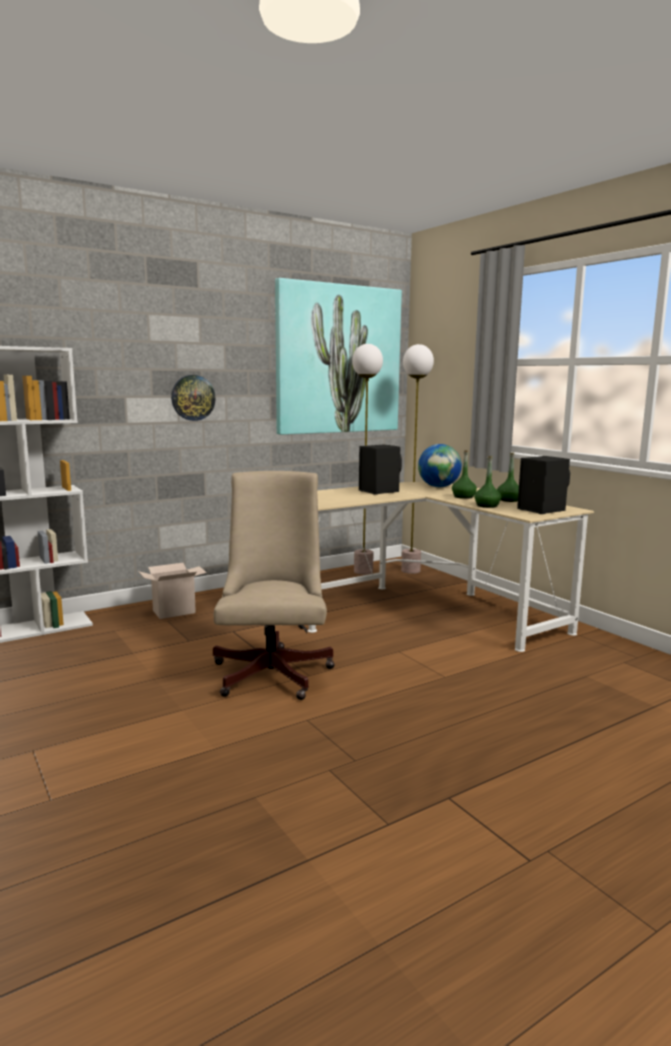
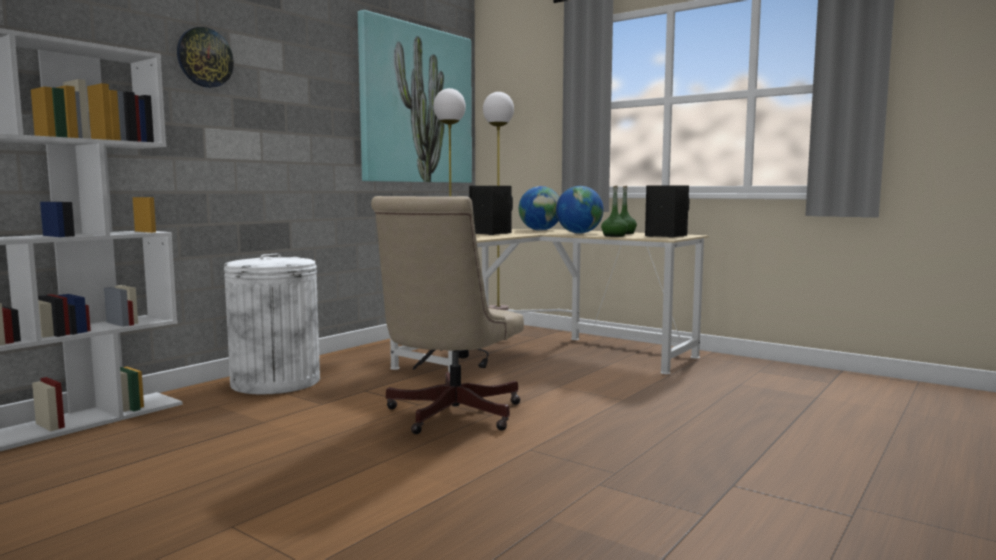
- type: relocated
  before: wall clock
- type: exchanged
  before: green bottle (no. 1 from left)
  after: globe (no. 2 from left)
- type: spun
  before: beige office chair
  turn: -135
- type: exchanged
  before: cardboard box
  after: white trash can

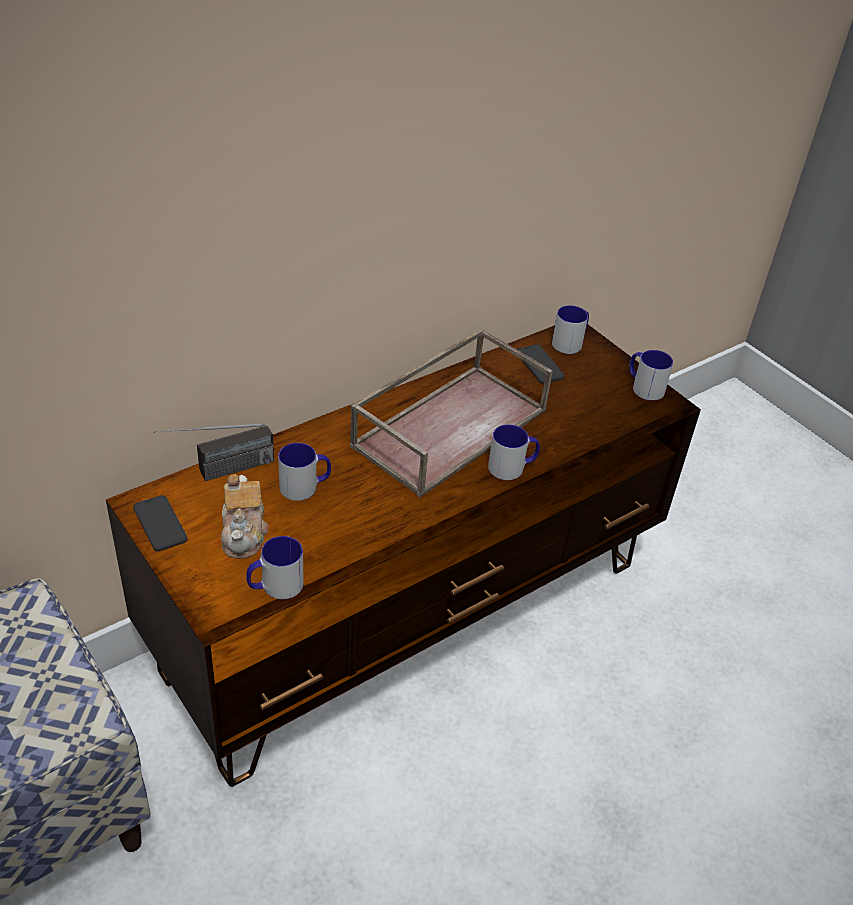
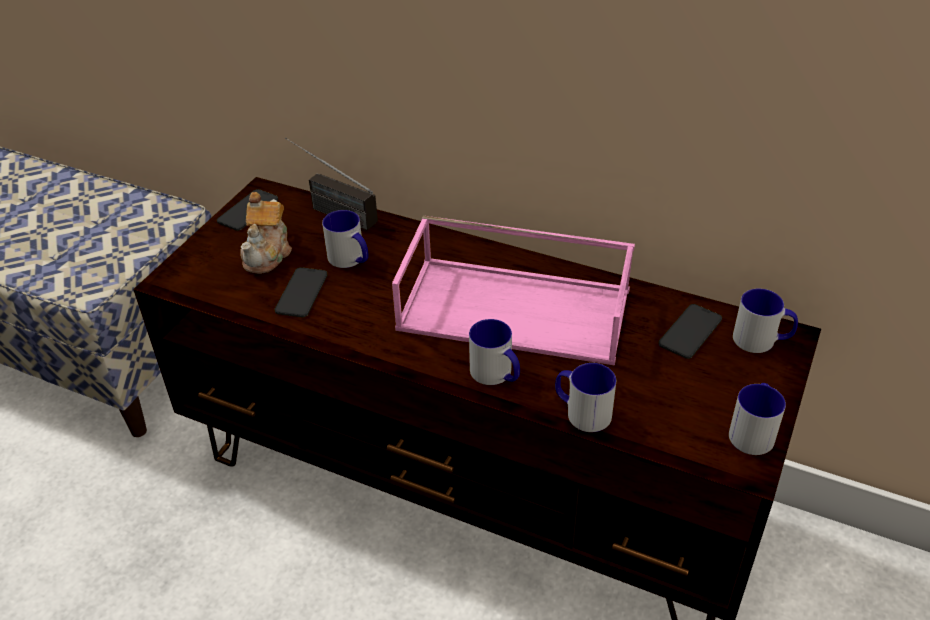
- type: colour
  before: brown tray
  after: pink tray
- type: spun
  before: teapot
  turn: -45
- type: relocated
  before: mug (no. 1 from left in the first image)
  after: mug (no. 3 from left)
- type: appeared
  after: phone (no. 2 from left)

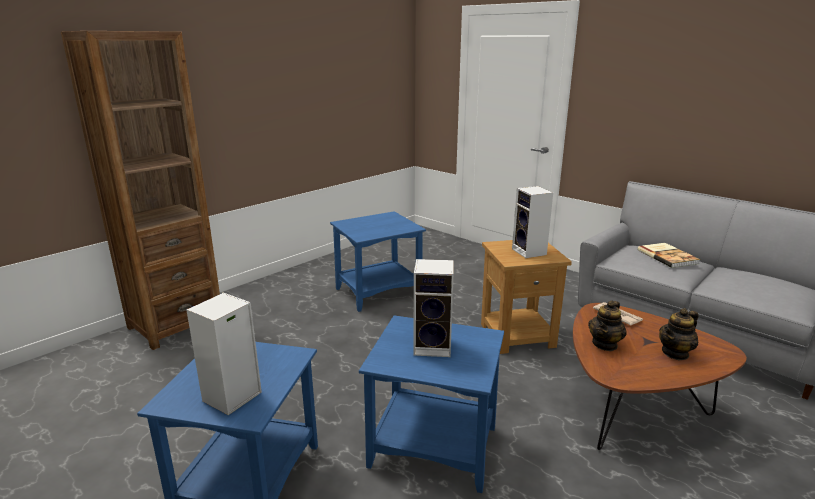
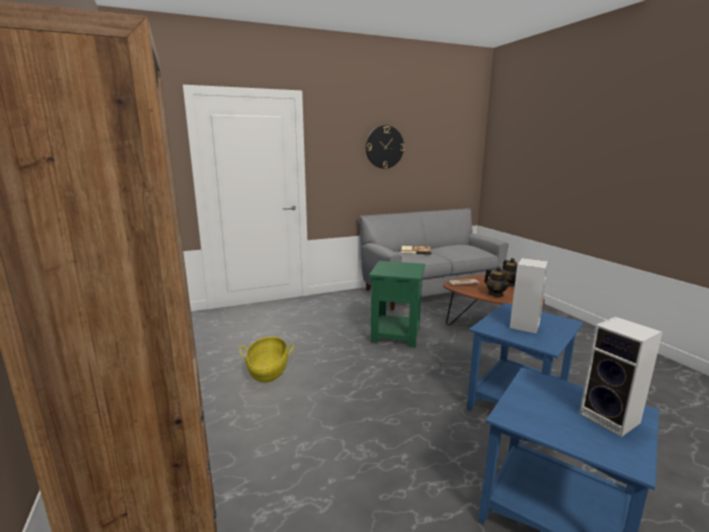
- type: missing
  before: speaker (no. 3 from left)
- type: exchanged
  before: blue side table (no. 2 from left)
  after: basket
- type: colour
  before: brown side table
  after: green side table
- type: appeared
  after: wall clock

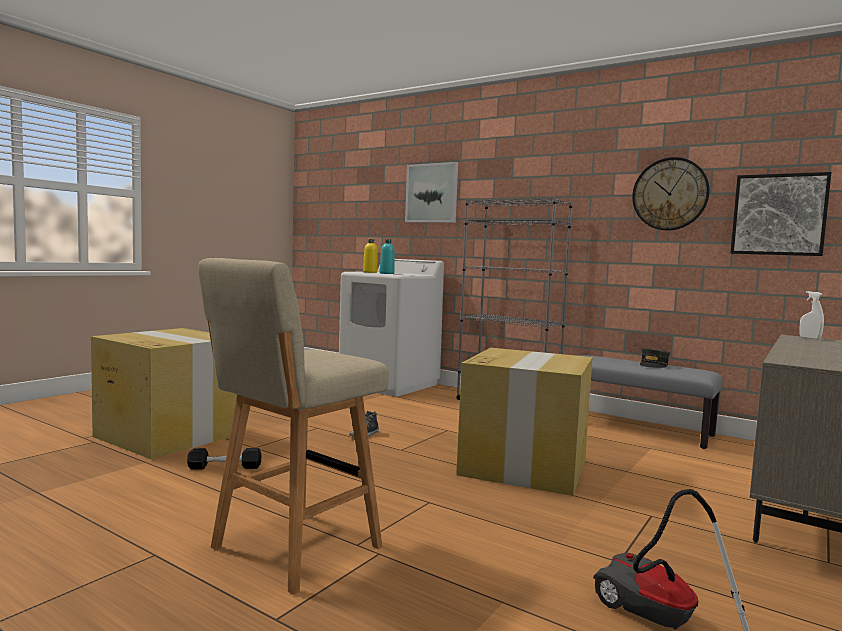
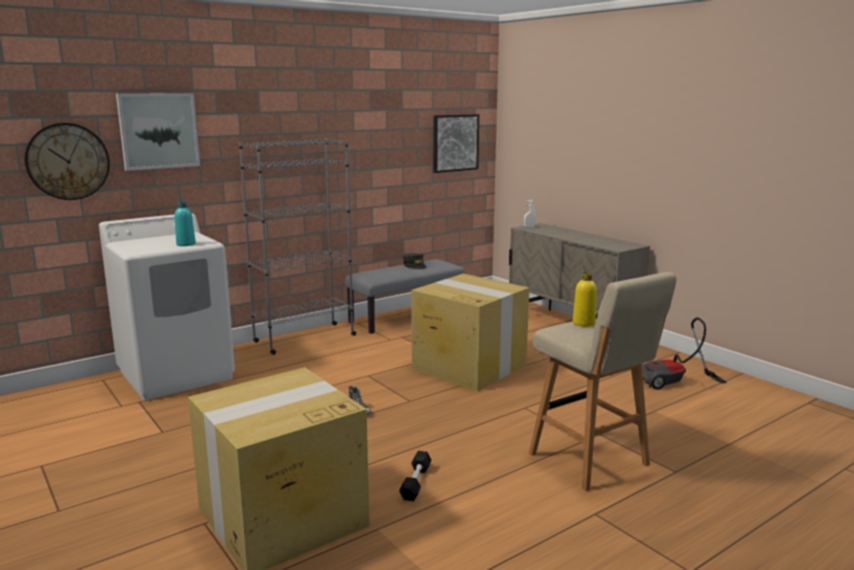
- type: relocated
  before: wall clock
- type: relocated
  before: yellow bottle

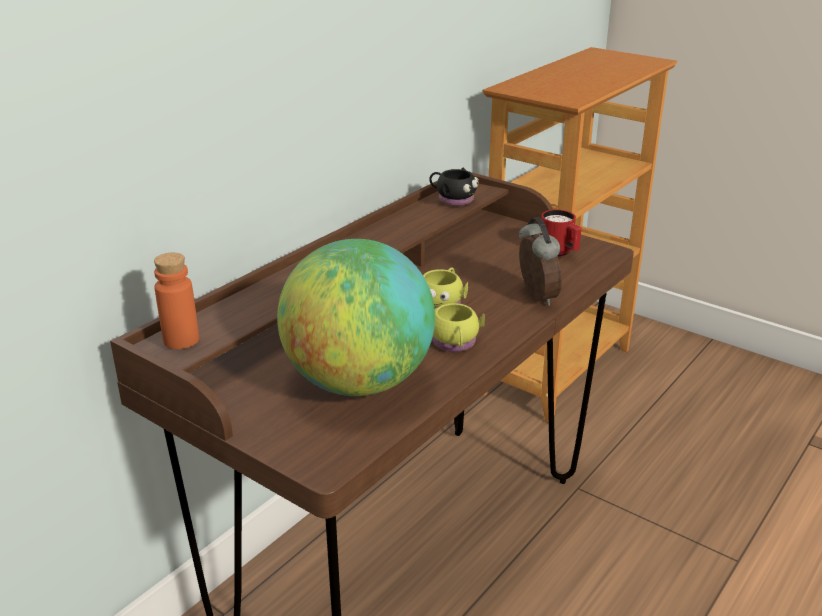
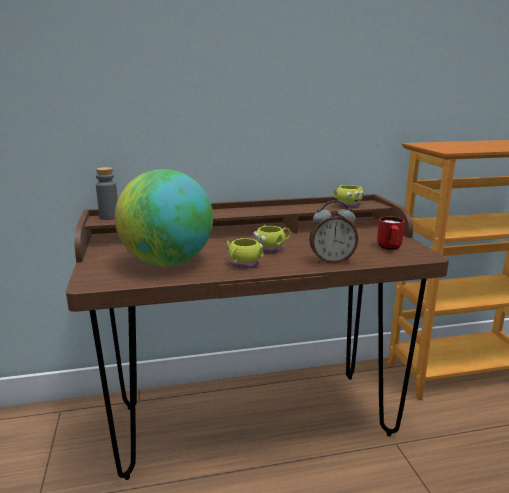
- type: colour
  before: black mug
  after: yellow mug (no. 3 from left)
- type: spun
  before: alarm clock
  turn: 60
- type: colour
  before: orange bottle
  after: grey bottle

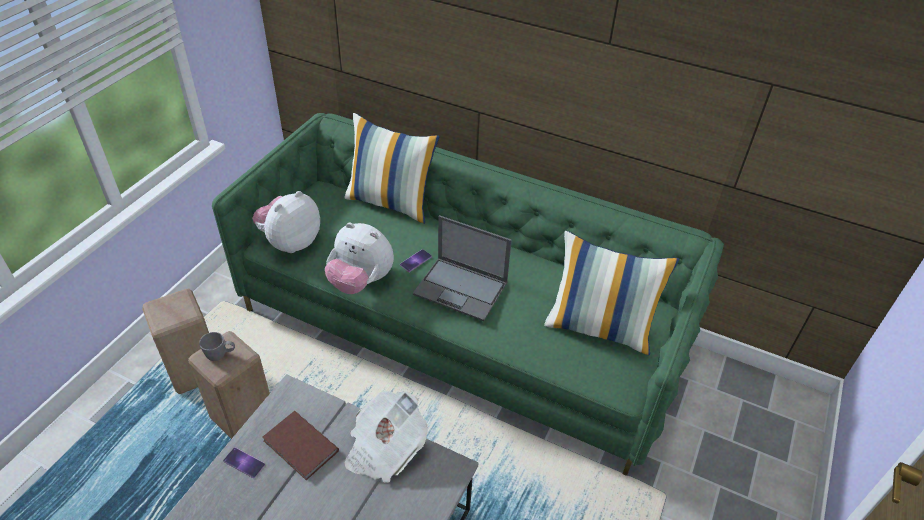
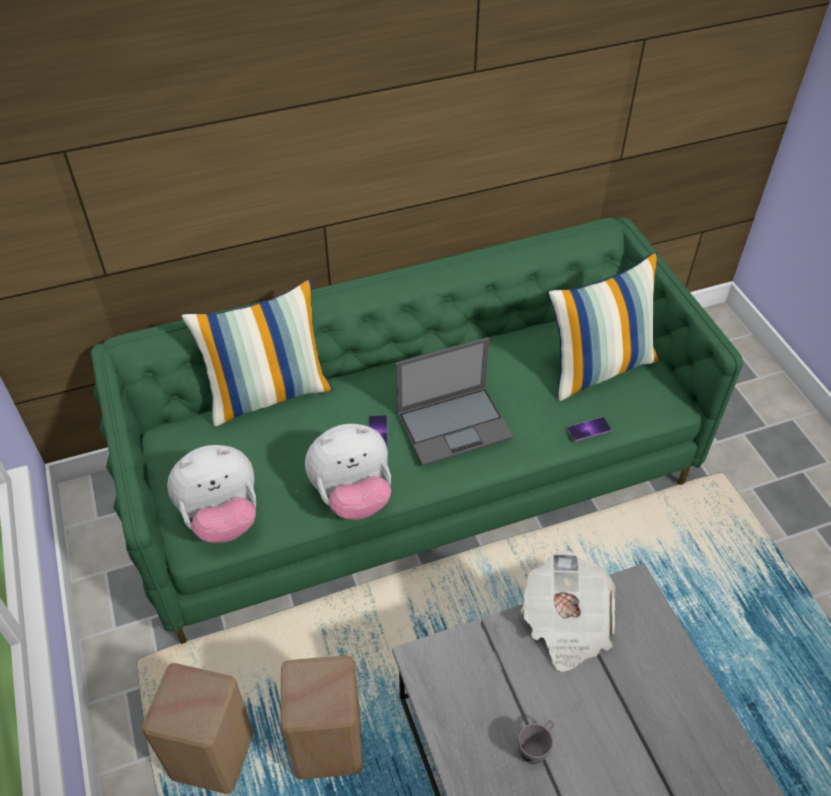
- type: spun
  before: plush toy (no. 1 from left)
  turn: -105
- type: relocated
  before: grey mug
- type: missing
  before: brown book
- type: relocated
  before: phone (no. 1 from left in the first image)
  after: phone (no. 2 from left)

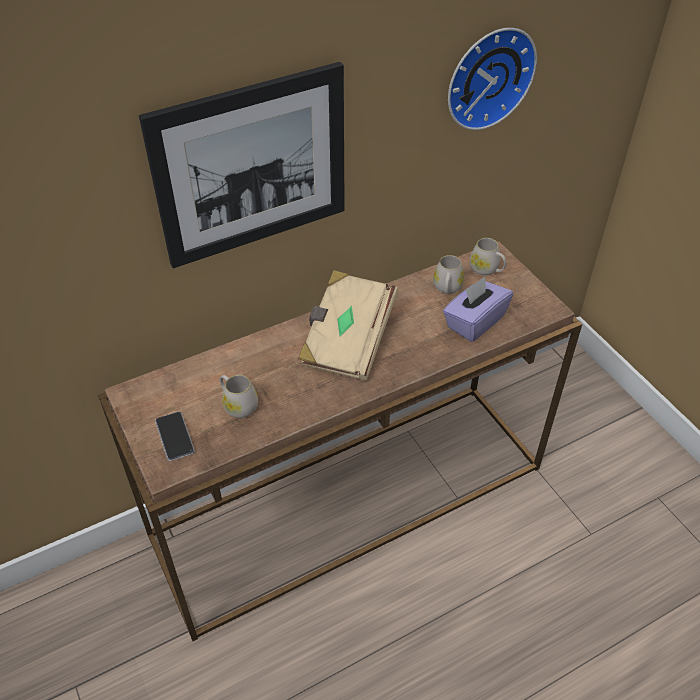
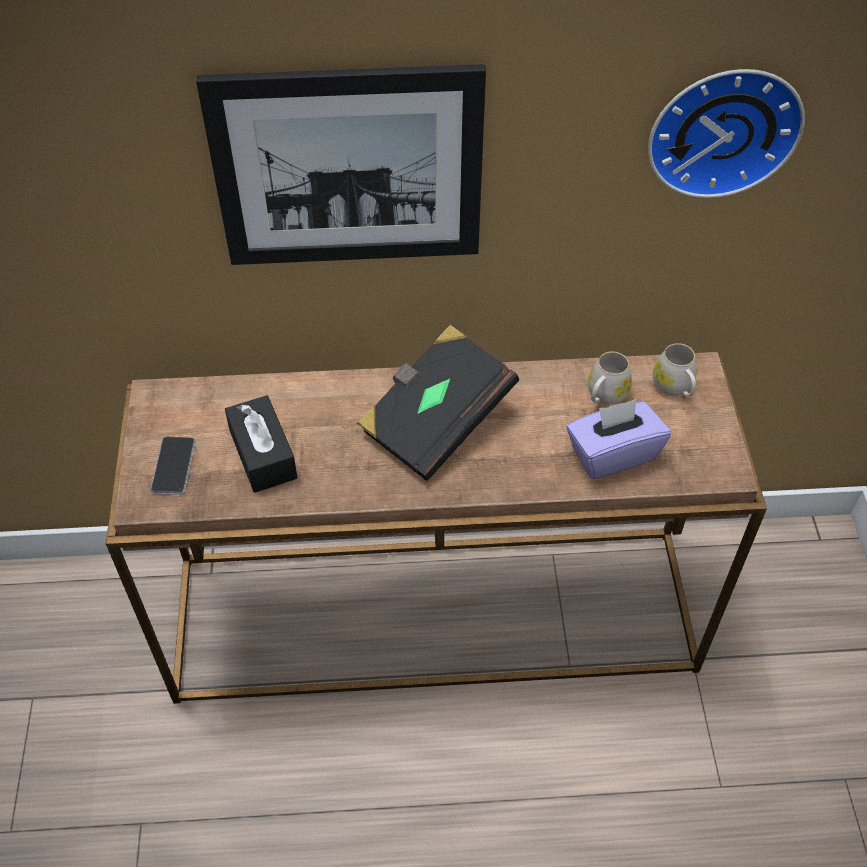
- type: colour
  before: beige book
  after: black book
- type: exchanged
  before: white mug (no. 1 from left)
  after: black tissue box

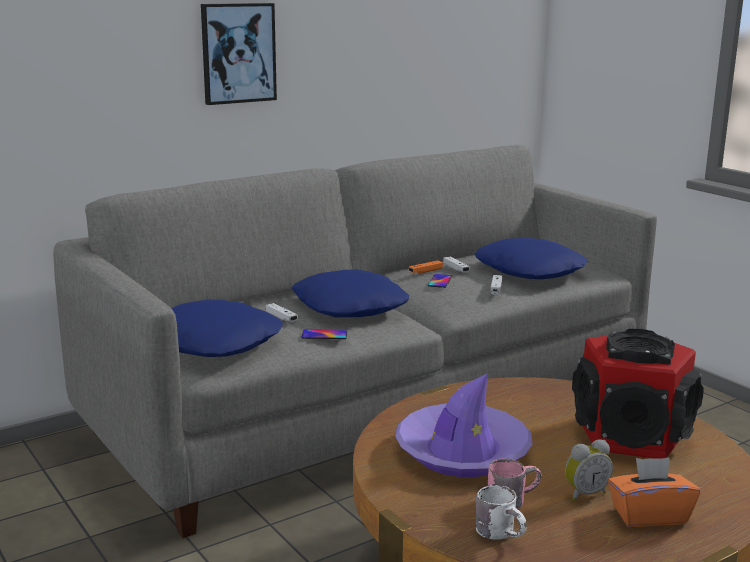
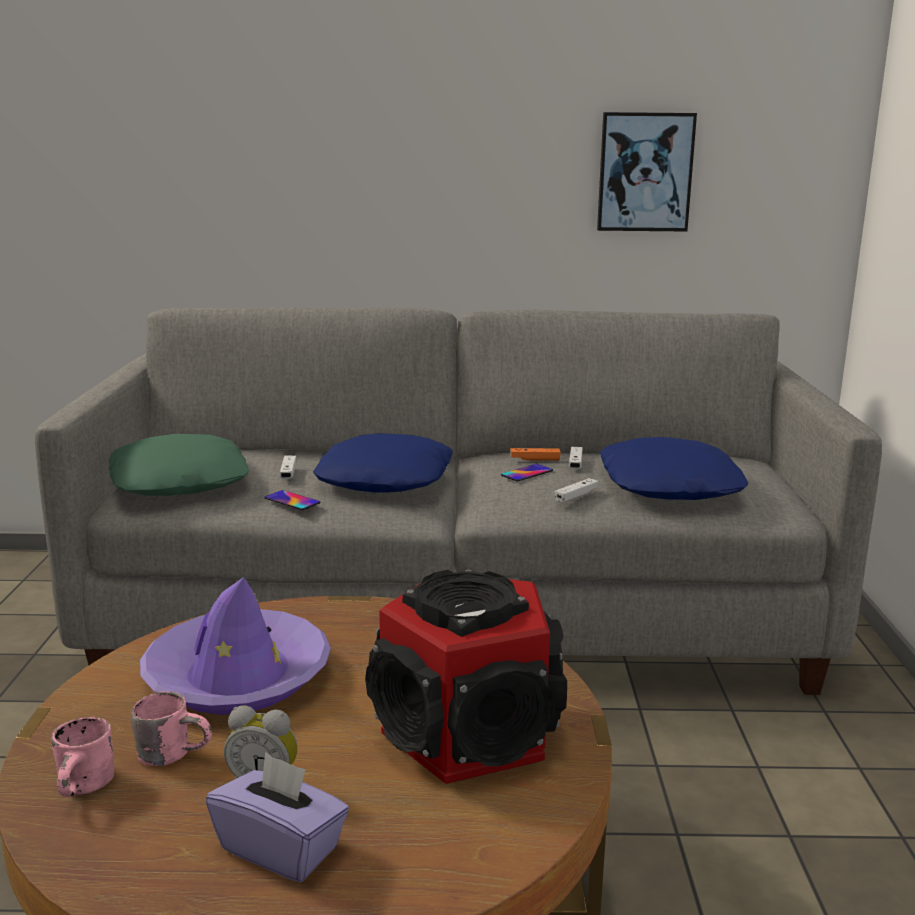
- type: relocated
  before: picture
- type: colour
  before: blue pillow (no. 1 from left)
  after: green pillow
- type: colour
  before: orange tissue box
  after: purple tissue box
- type: colour
  before: white mug
  after: pink mug (no. 1 from left)

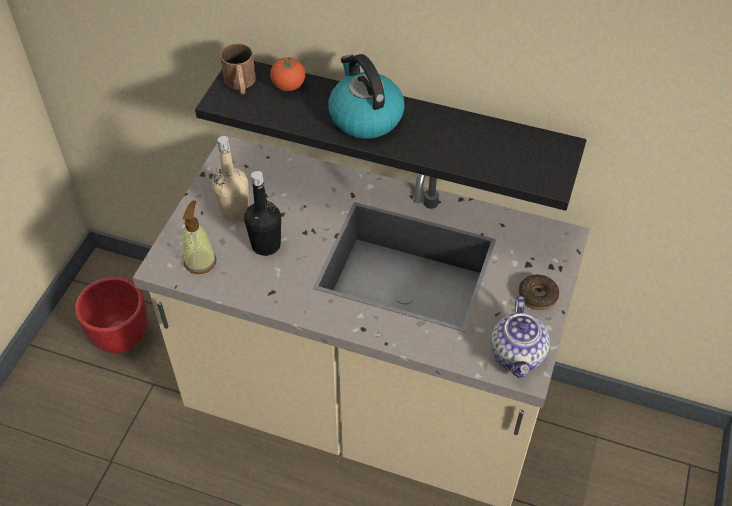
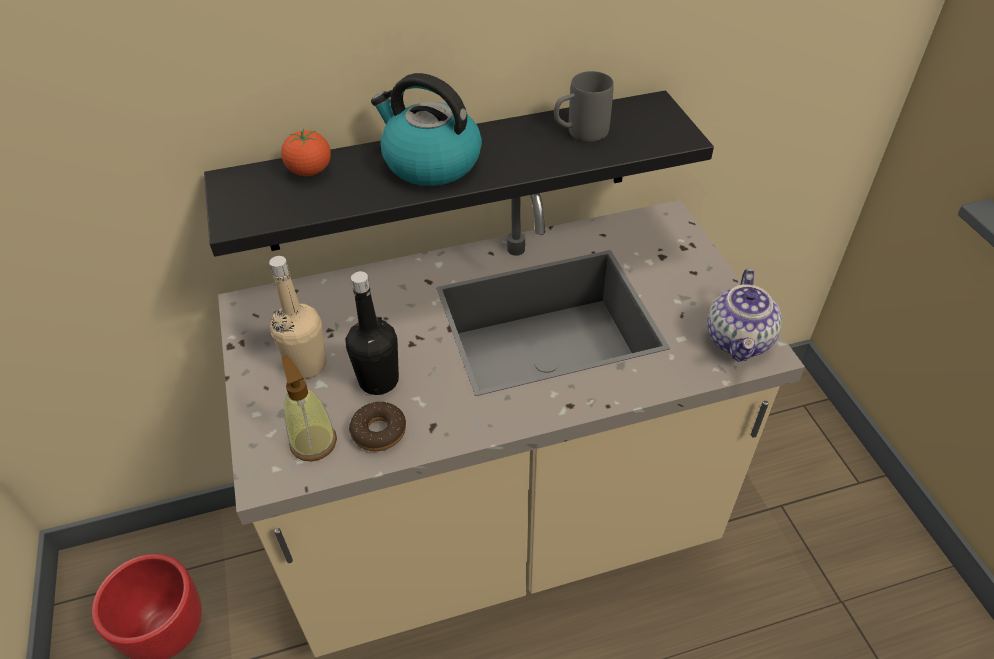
- type: missing
  before: brown mug
- type: relocated
  before: donut
- type: spun
  before: teapot
  turn: 45
- type: appeared
  after: grey mug

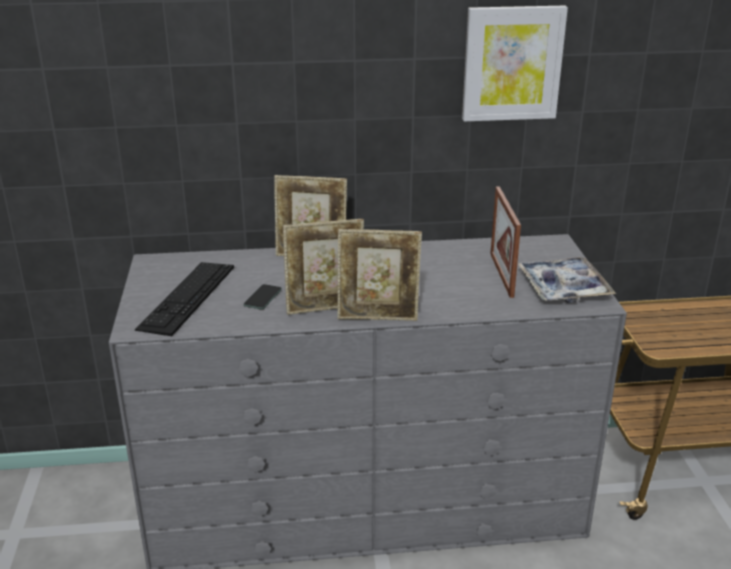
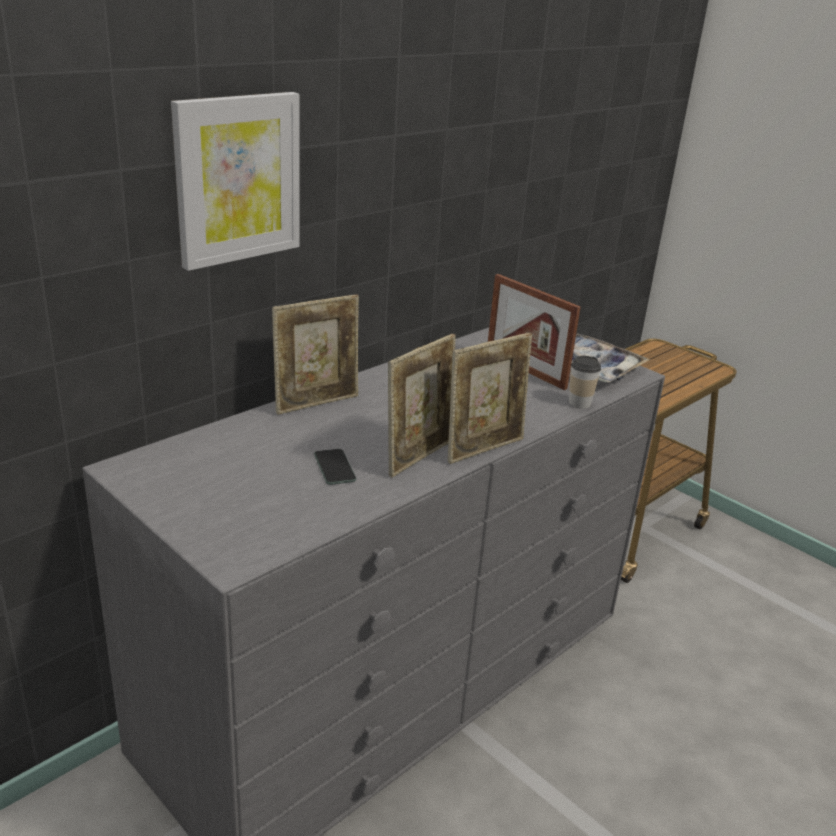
- type: relocated
  before: picture
- type: missing
  before: keyboard
- type: appeared
  after: cup

